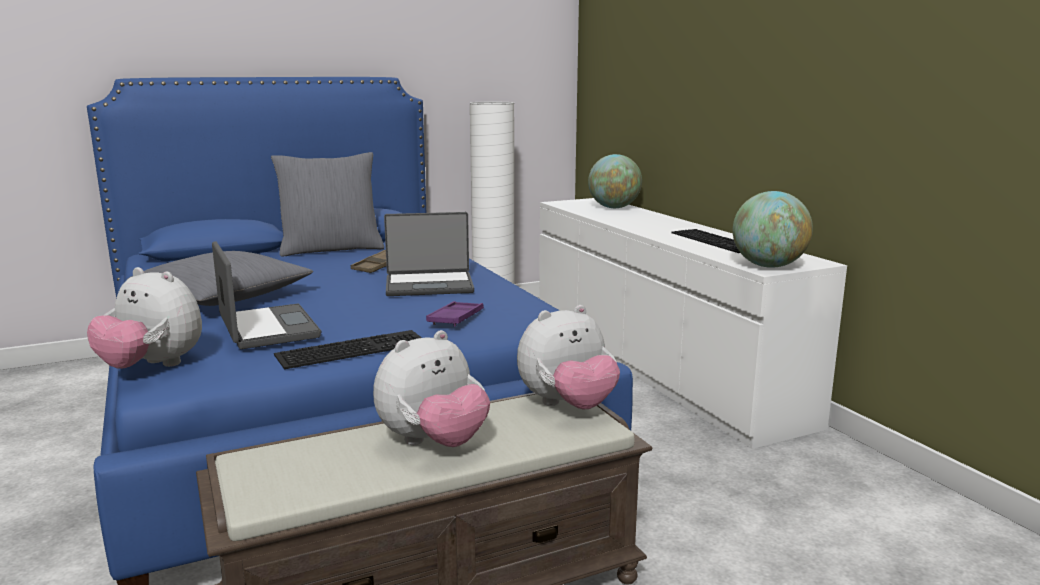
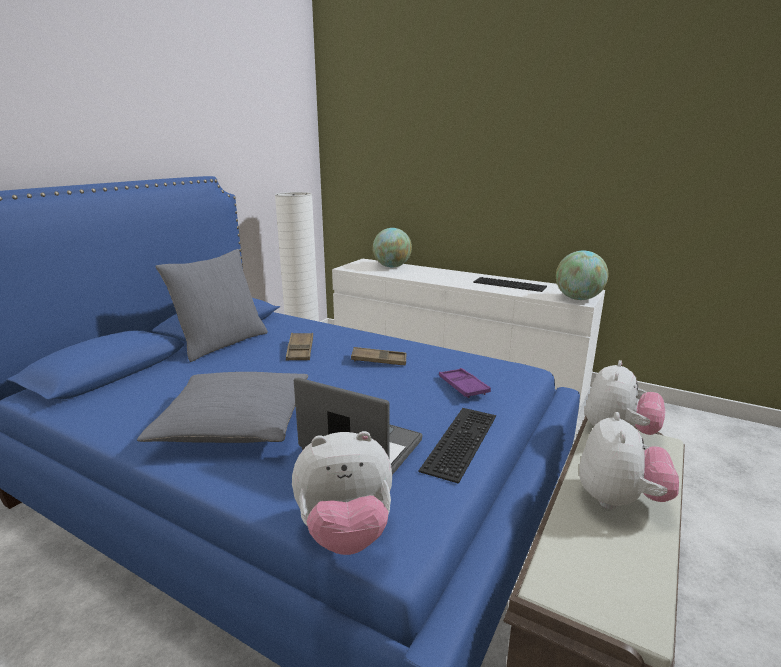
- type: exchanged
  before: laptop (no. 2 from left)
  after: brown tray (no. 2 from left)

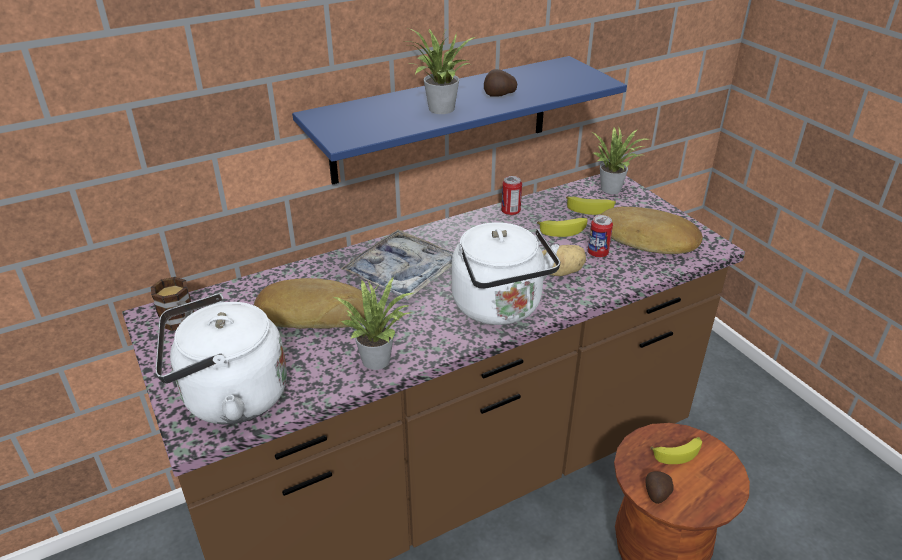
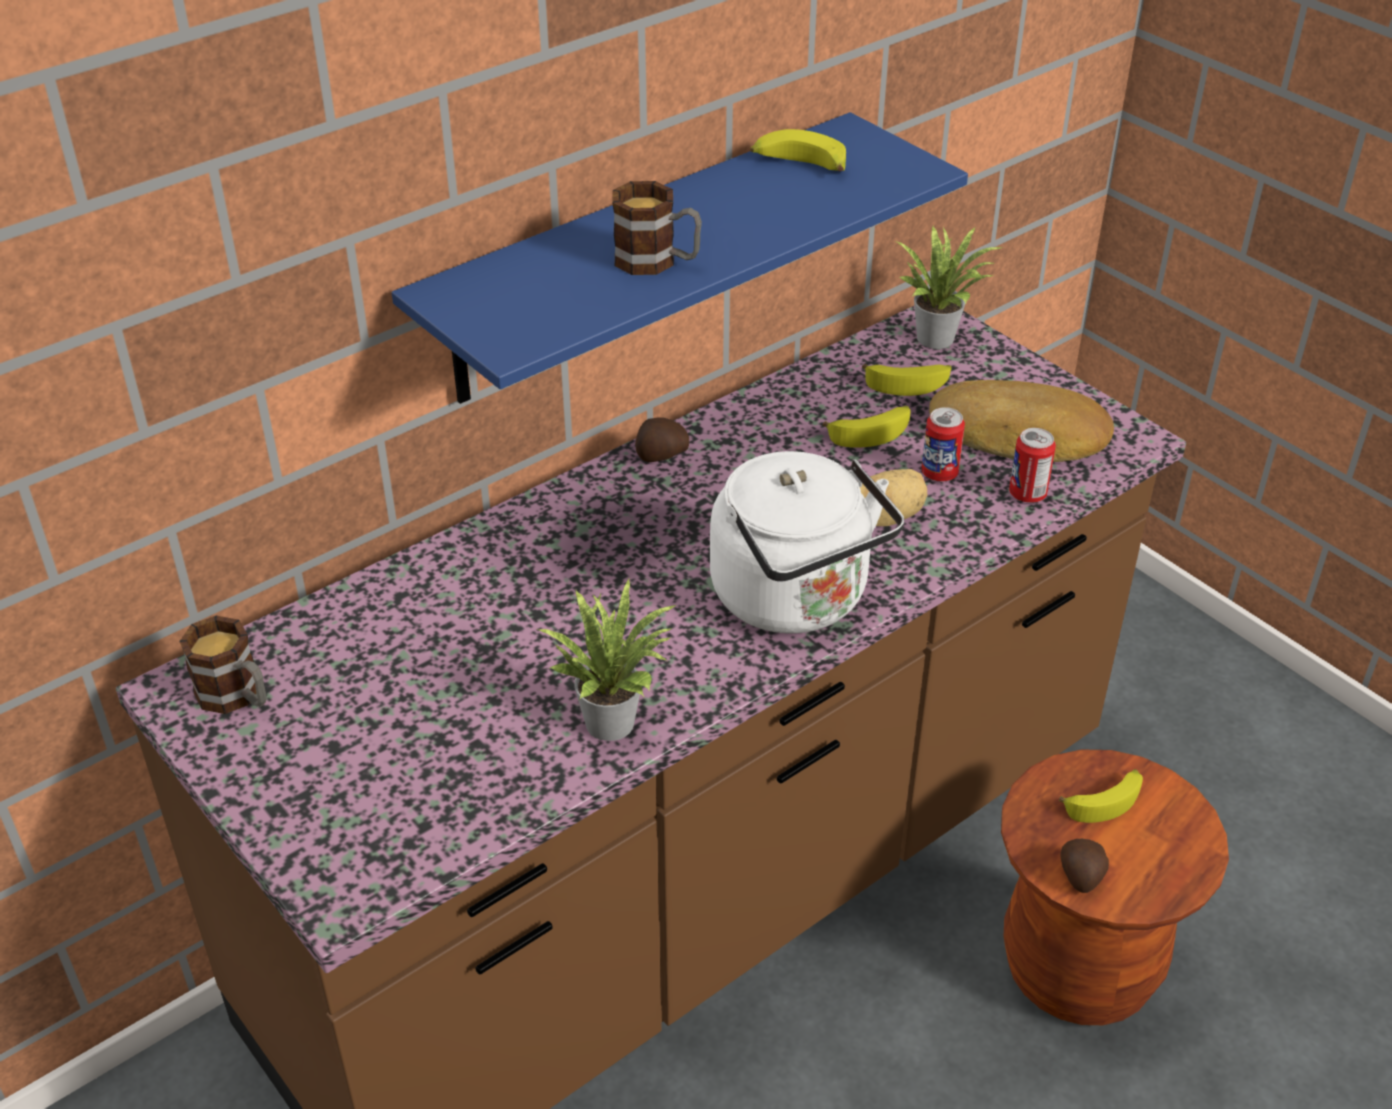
- type: exchanged
  before: potted plant (no. 2 from left)
  after: mug (no. 2 from left)
- type: relocated
  before: potato (no. 1 from left)
- type: relocated
  before: can (no. 1 from left in the first image)
  after: can (no. 2 from left)
- type: missing
  before: tray
- type: missing
  before: bread (no. 1 from left)
- type: missing
  before: white kettle (no. 1 from left)
- type: appeared
  after: banana (no. 1 from left)

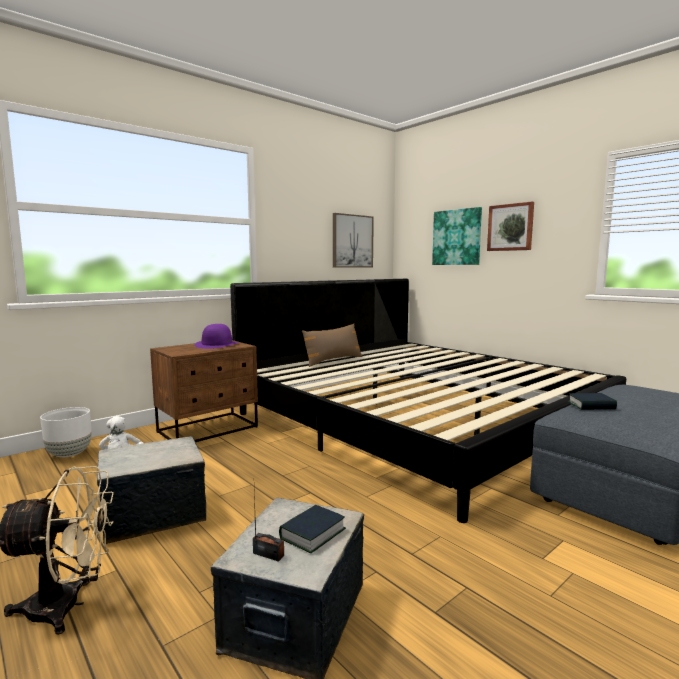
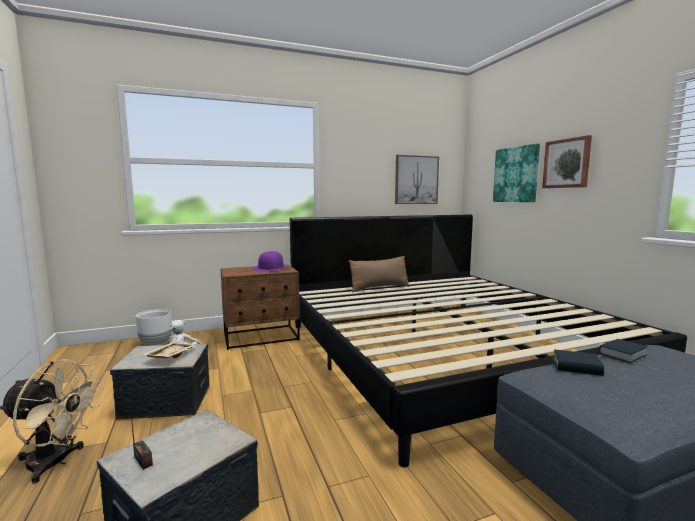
- type: relocated
  before: book (no. 1 from left in the first image)
  after: book (no. 2 from left)
- type: appeared
  after: beige tray

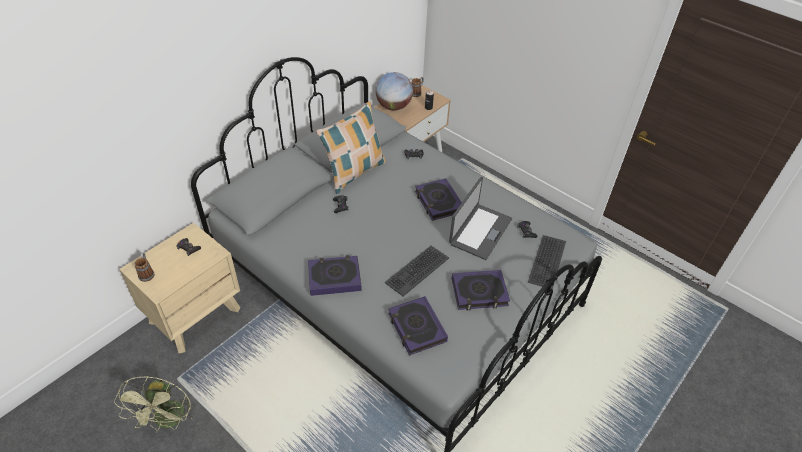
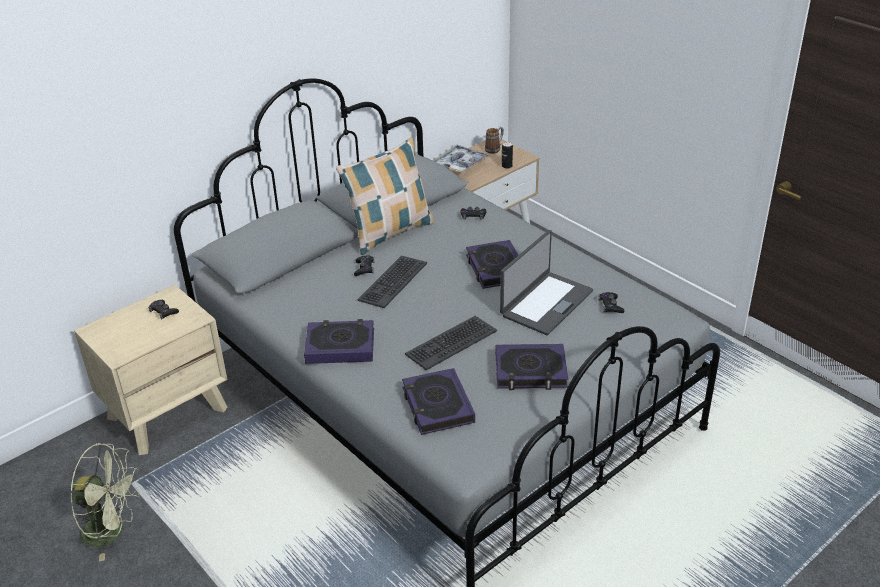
- type: exchanged
  before: globe
  after: tray
- type: relocated
  before: keyboard (no. 2 from left in the first image)
  after: keyboard (no. 1 from left)
- type: missing
  before: mug (no. 1 from left)
- type: spun
  before: green fan
  turn: -90

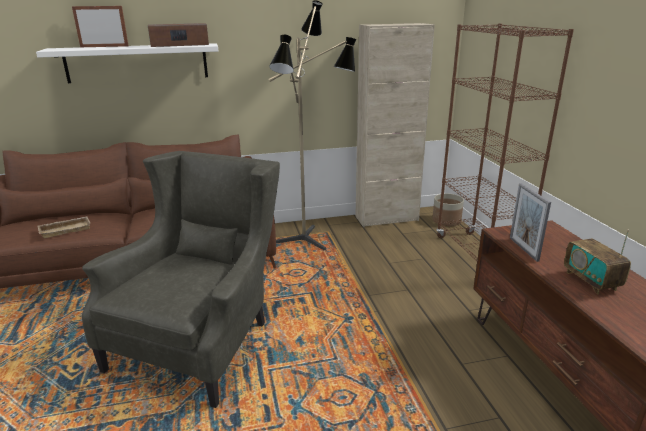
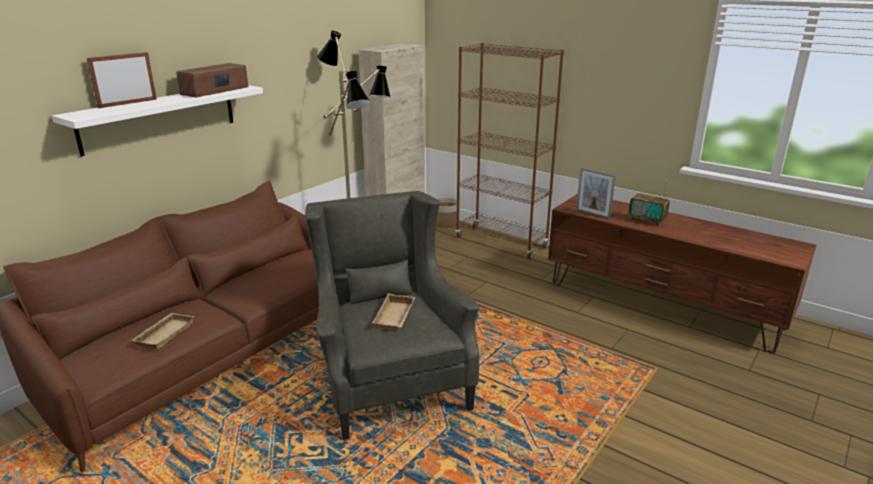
- type: appeared
  after: beige tray (no. 2 from left)

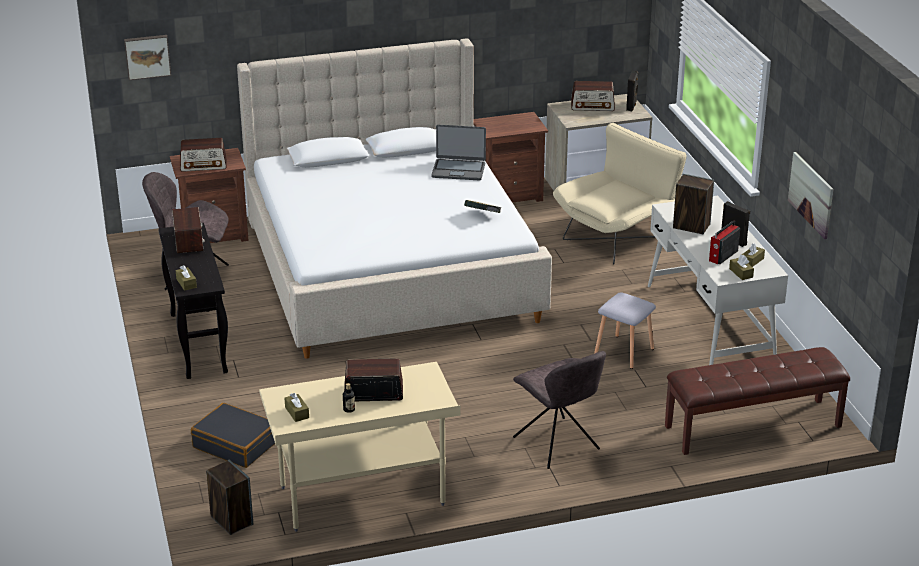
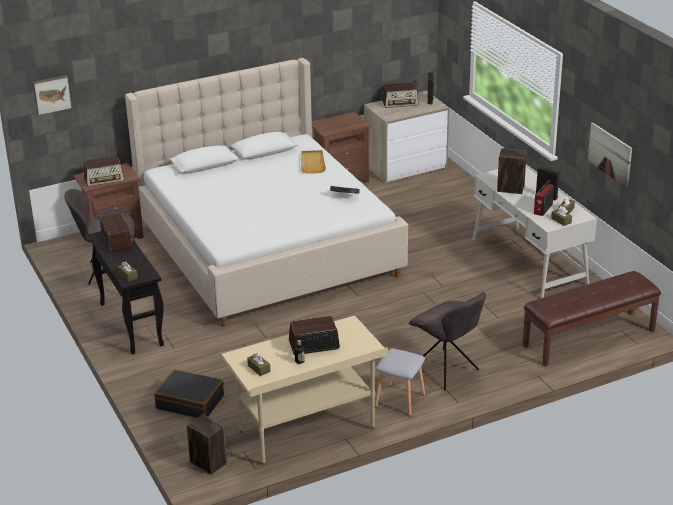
- type: missing
  before: beige armchair
- type: exchanged
  before: laptop
  after: beige tray
- type: relocated
  before: grey stool

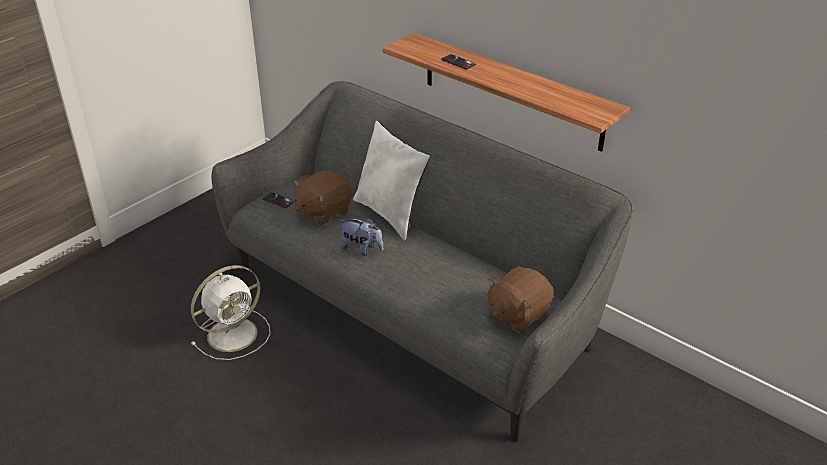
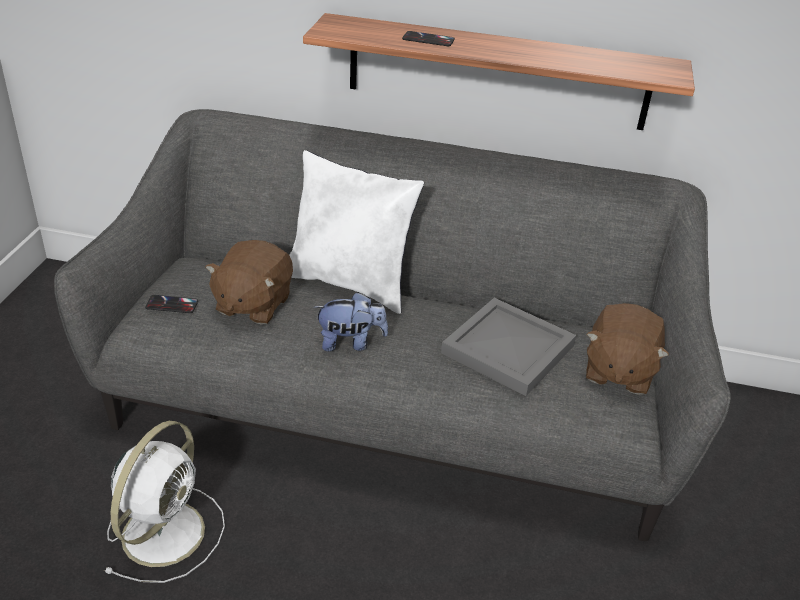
- type: appeared
  after: grey tray

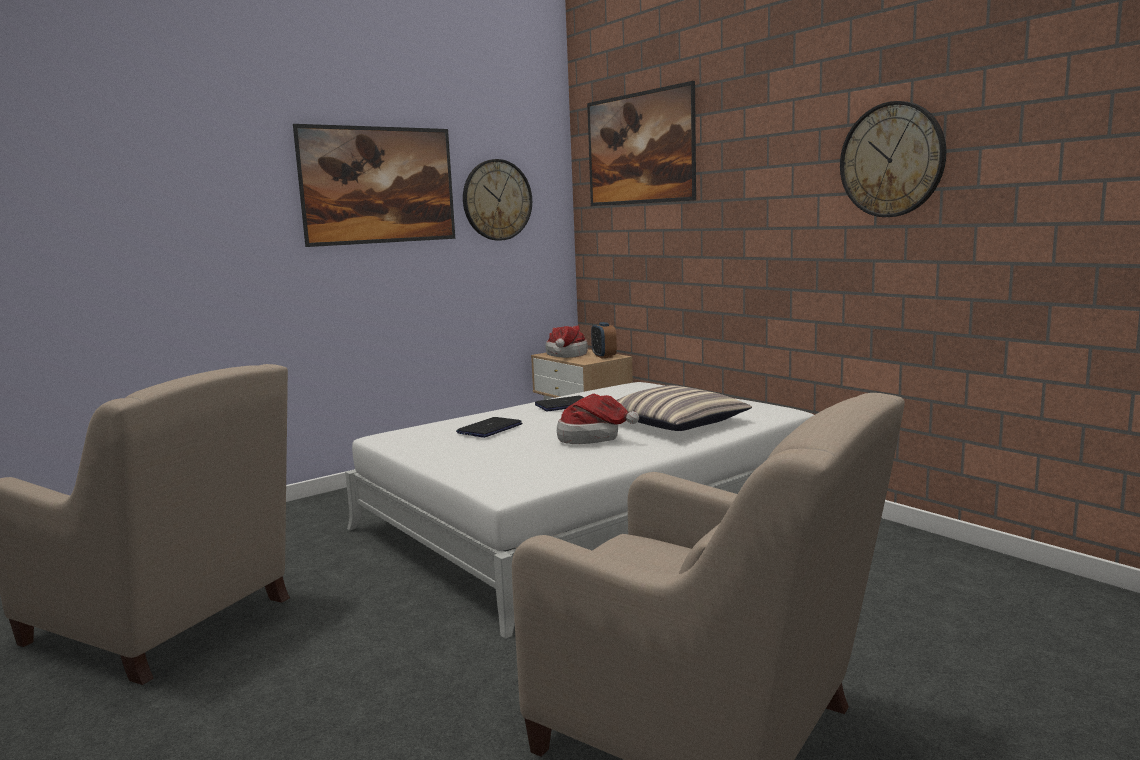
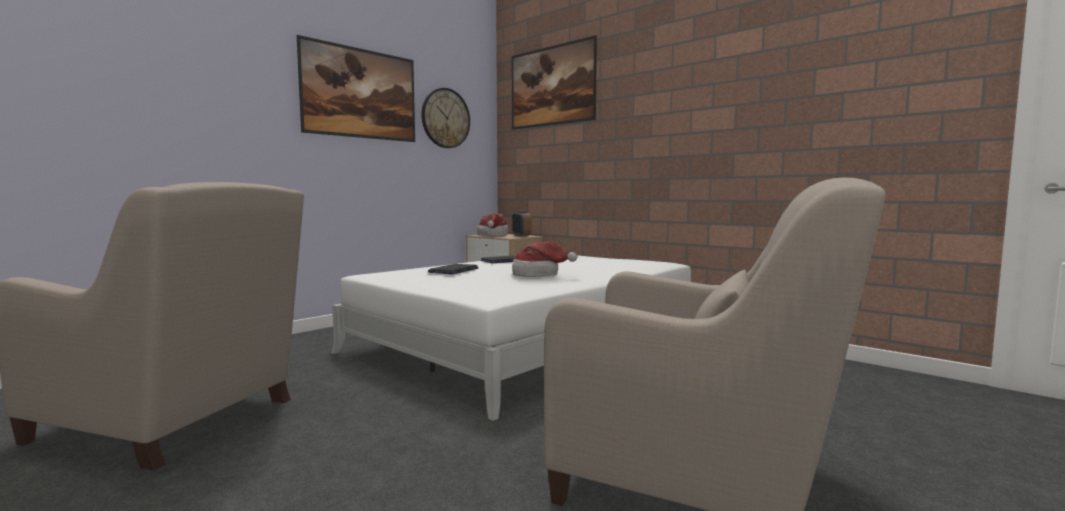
- type: missing
  before: wall clock (no. 2 from left)
- type: missing
  before: pillow

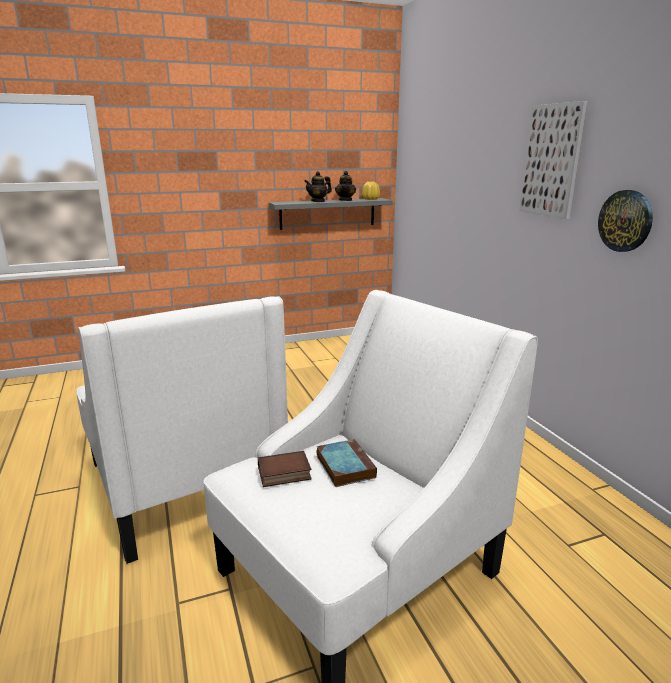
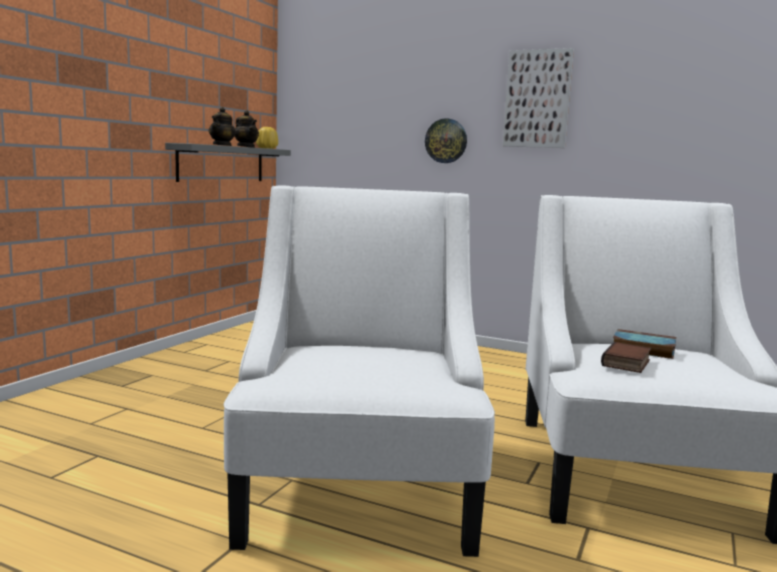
- type: relocated
  before: wall clock
- type: spun
  before: white armchair (no. 1 from left)
  turn: -105

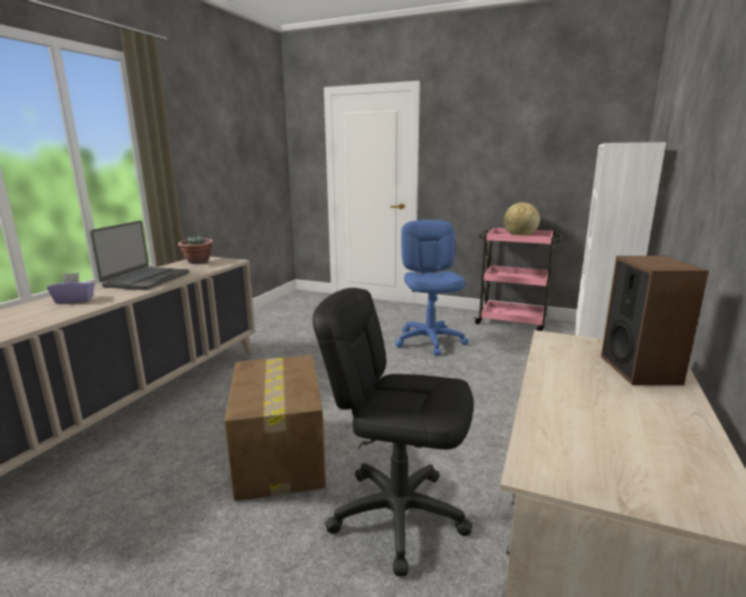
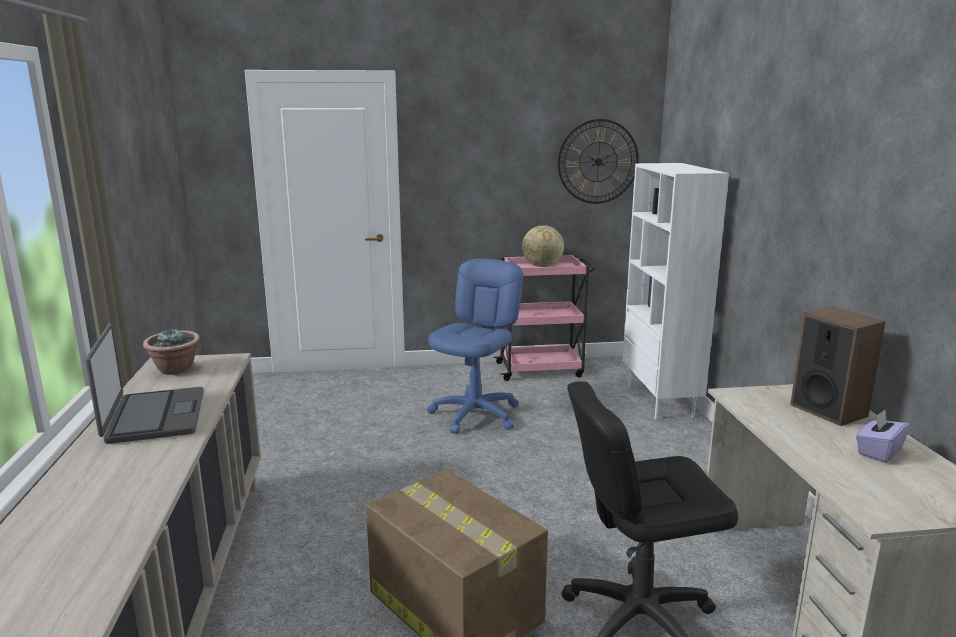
- type: spun
  before: blue office chair
  turn: 60
- type: relocated
  before: purple tissue box
- type: appeared
  after: wall clock

